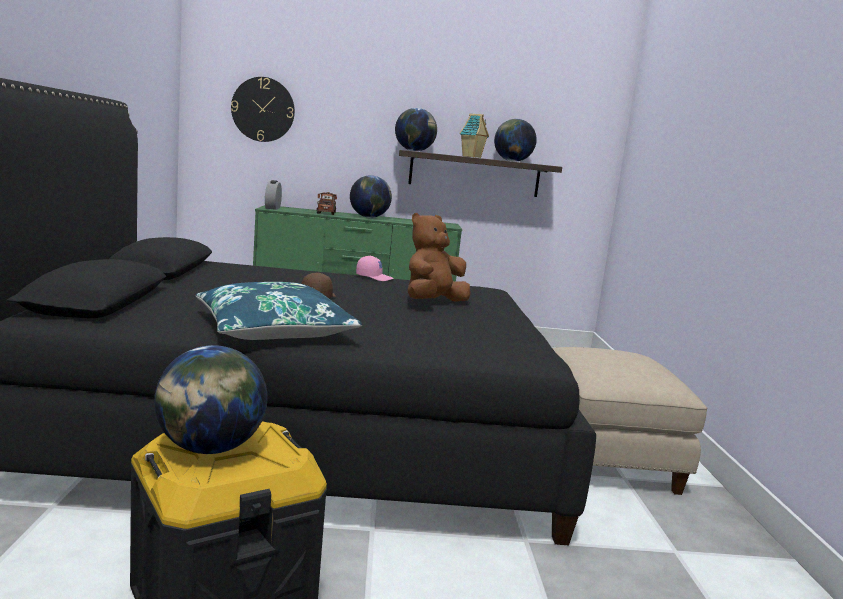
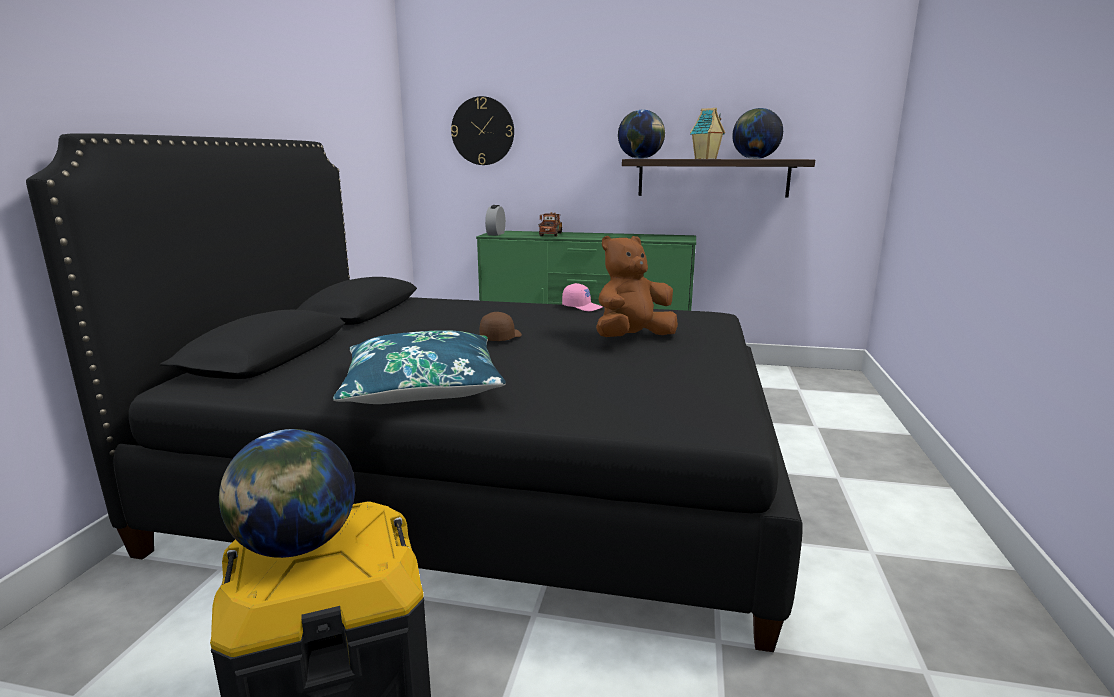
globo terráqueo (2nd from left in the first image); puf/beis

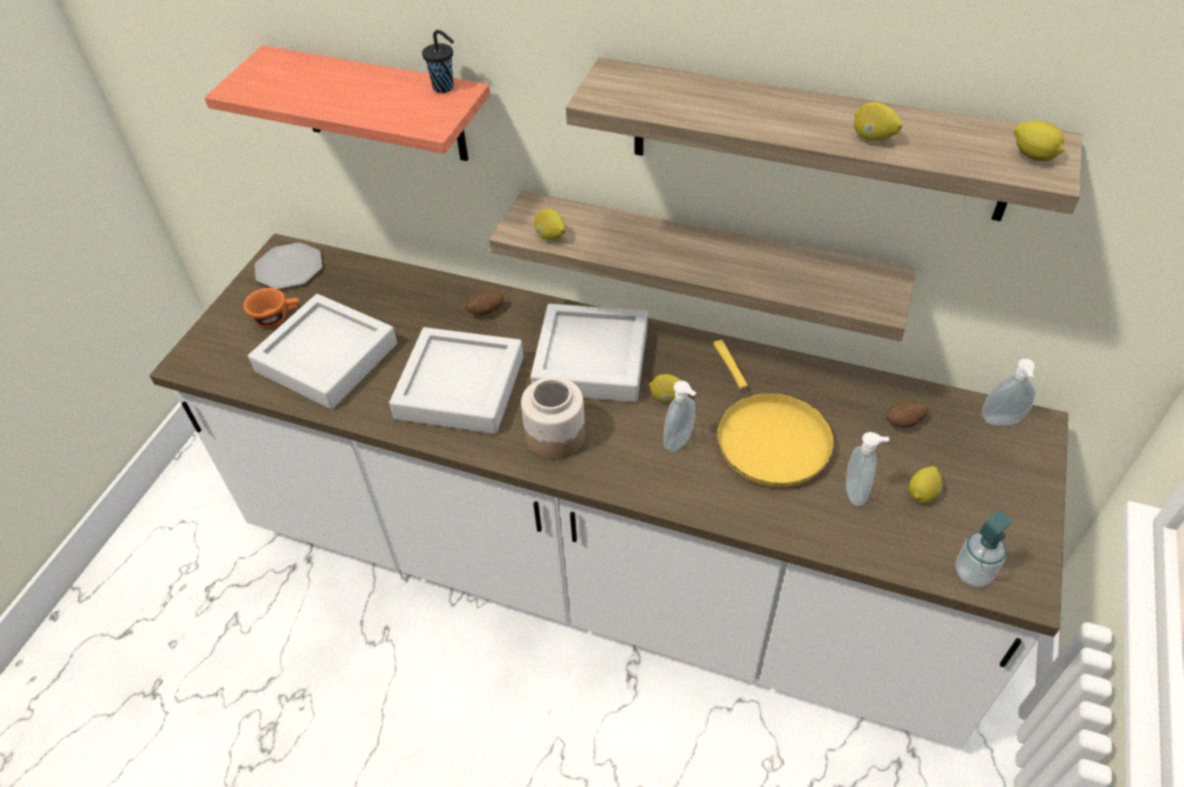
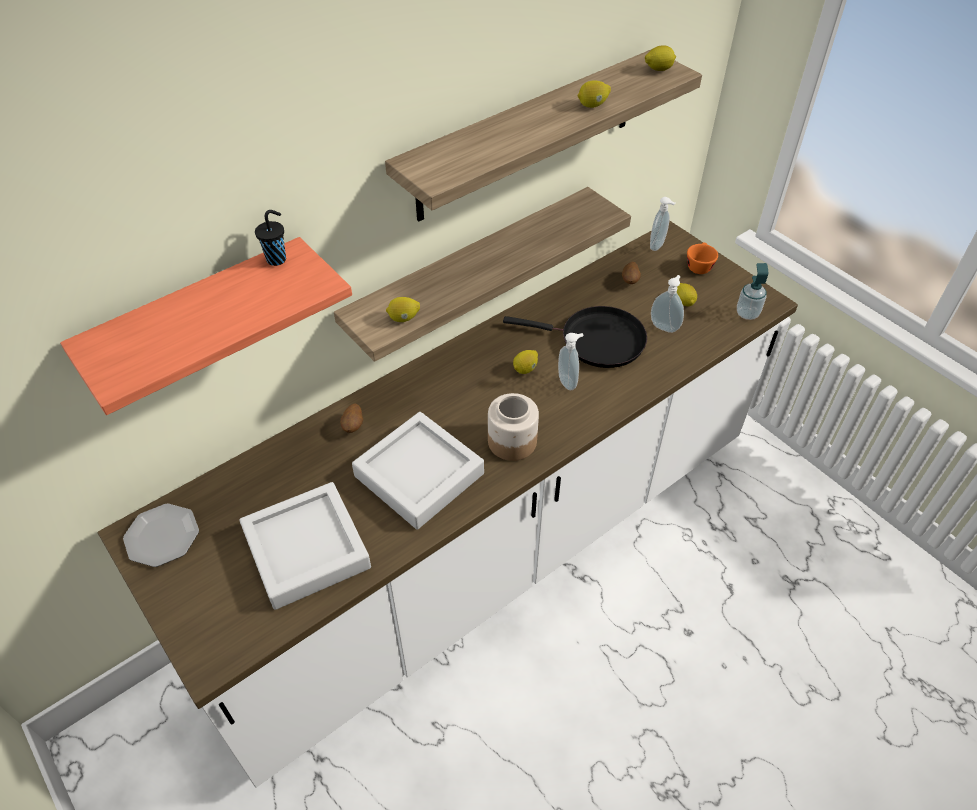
taza/naranja; bandeja/gris (3rd from left in the first image); sartén/negro

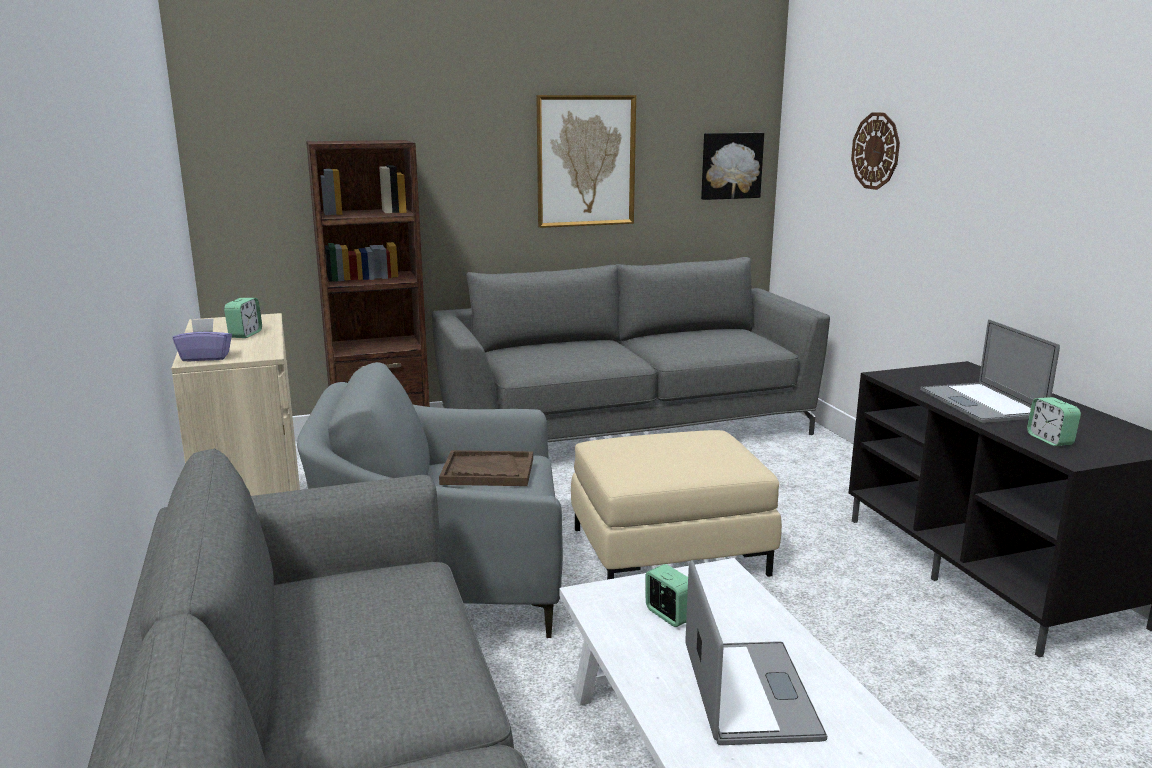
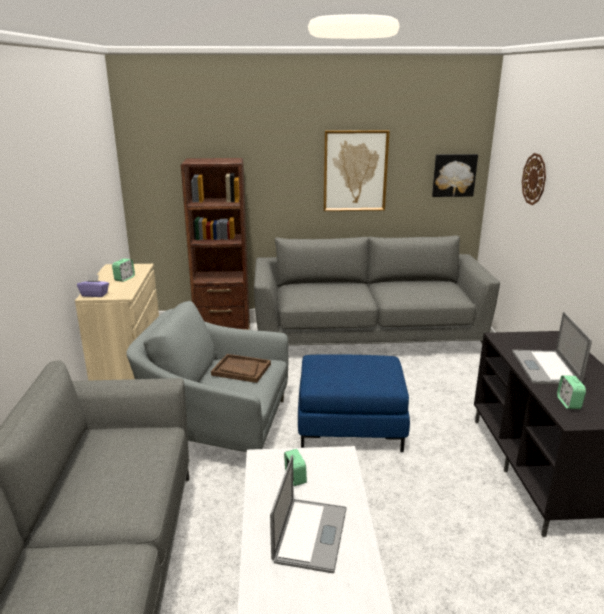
puf/azul

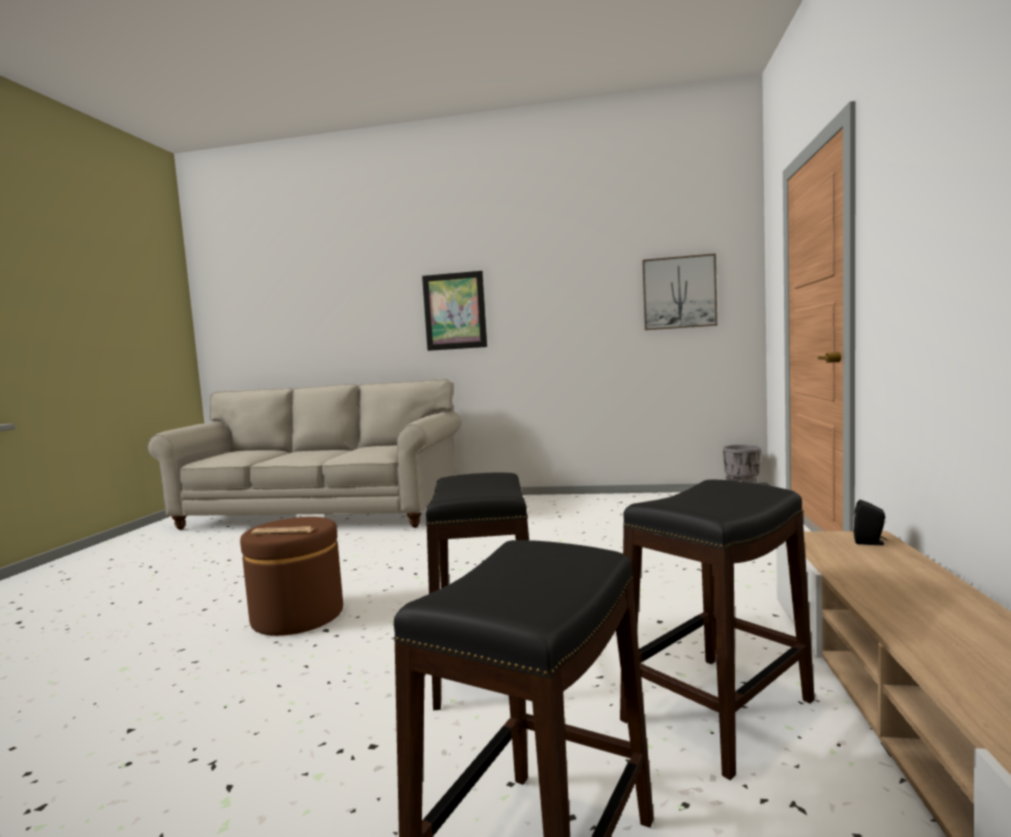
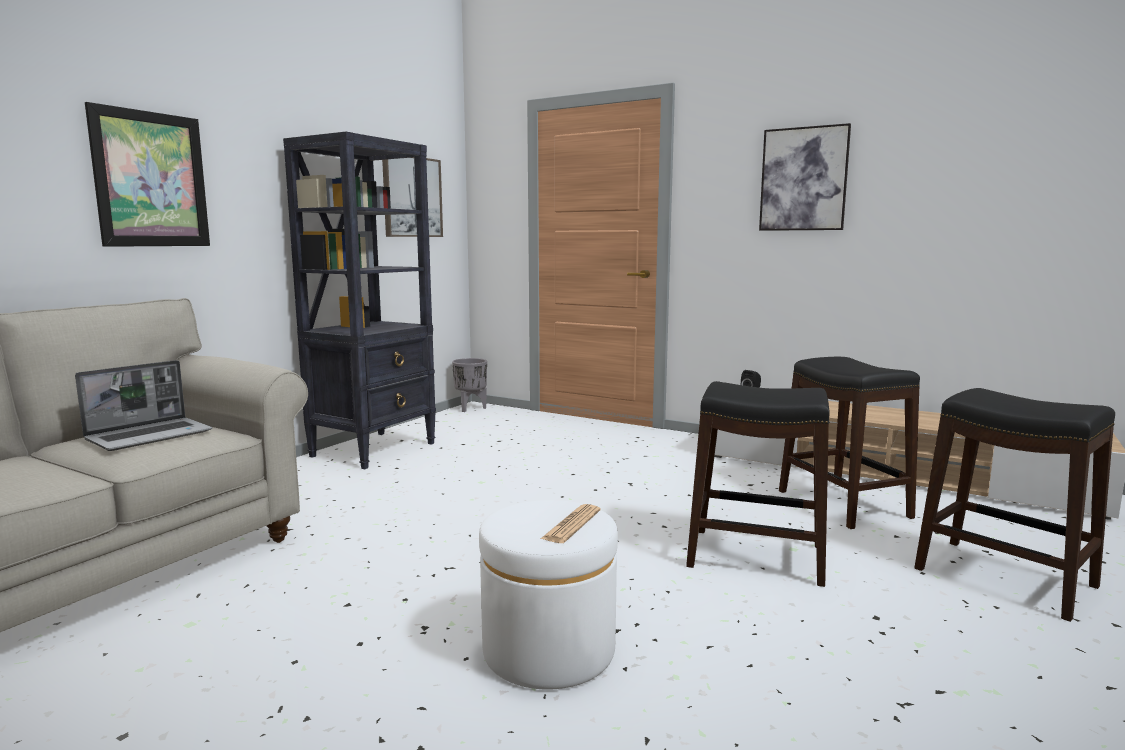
puf/blanco; portátil; estantería/negro; cuadro (3rd from left)

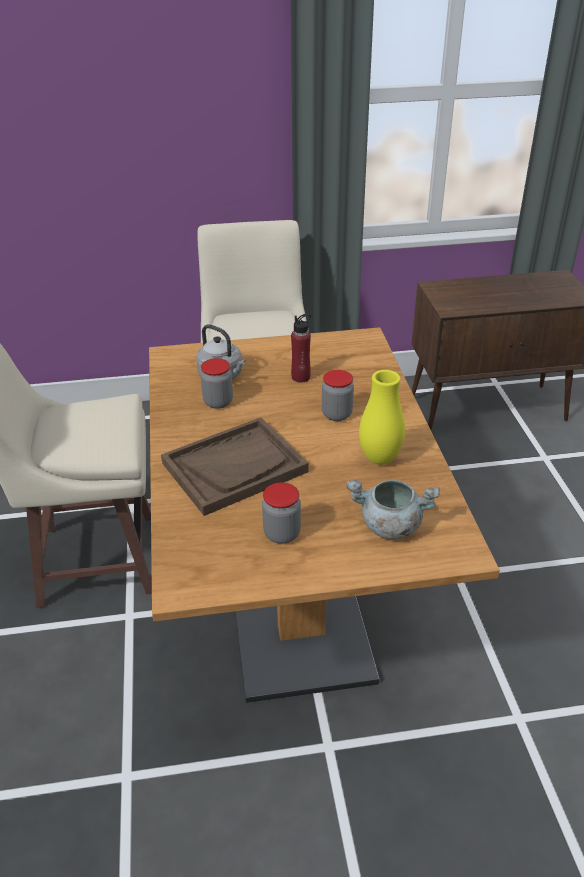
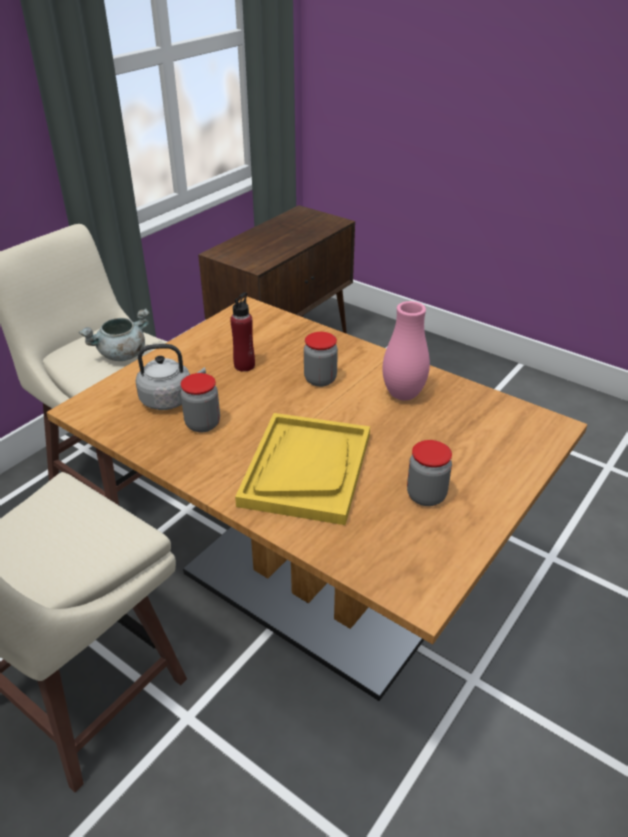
bandeja/amarillo; olla/gris; florero/rosa

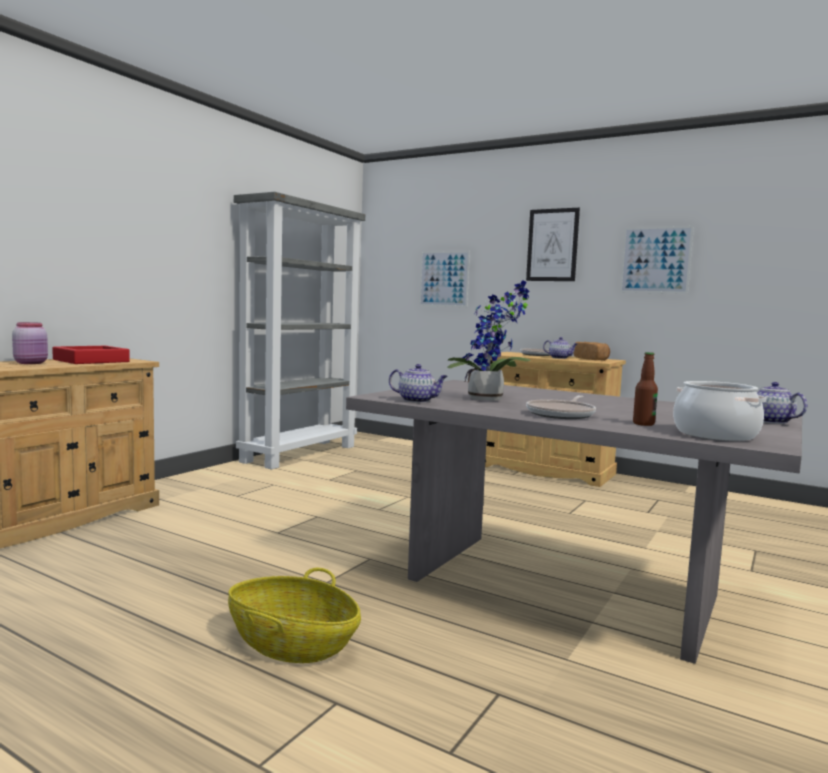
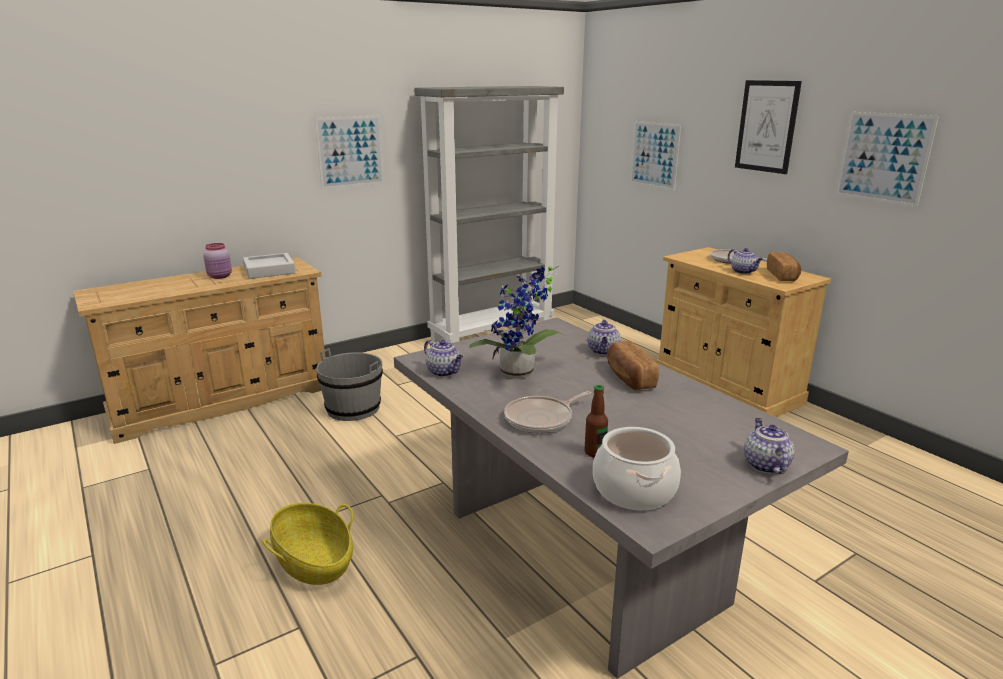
bandeja/gris; cuadro (1st from left); cubo/gris; tetera (2nd from left); pan (1st from left)

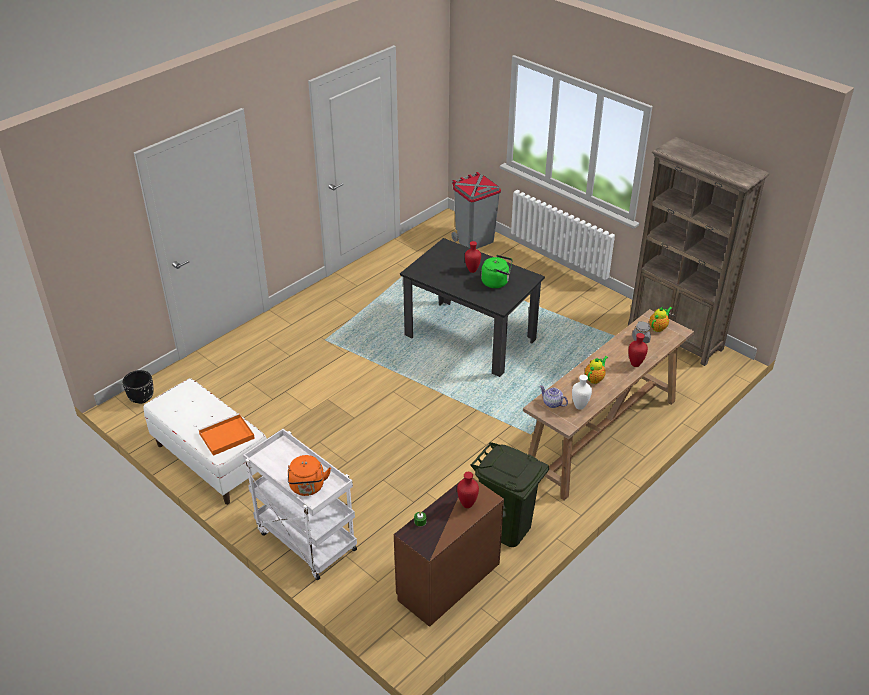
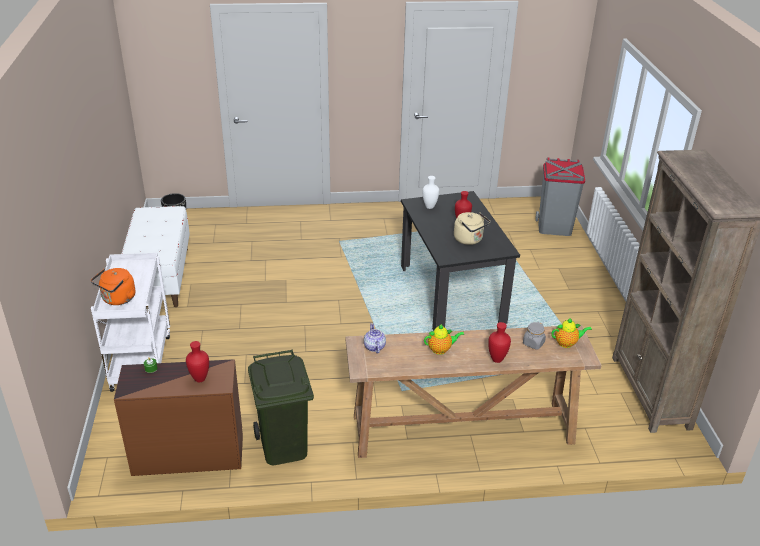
bandeja/naranja; hervidor/beis; florero/blanco

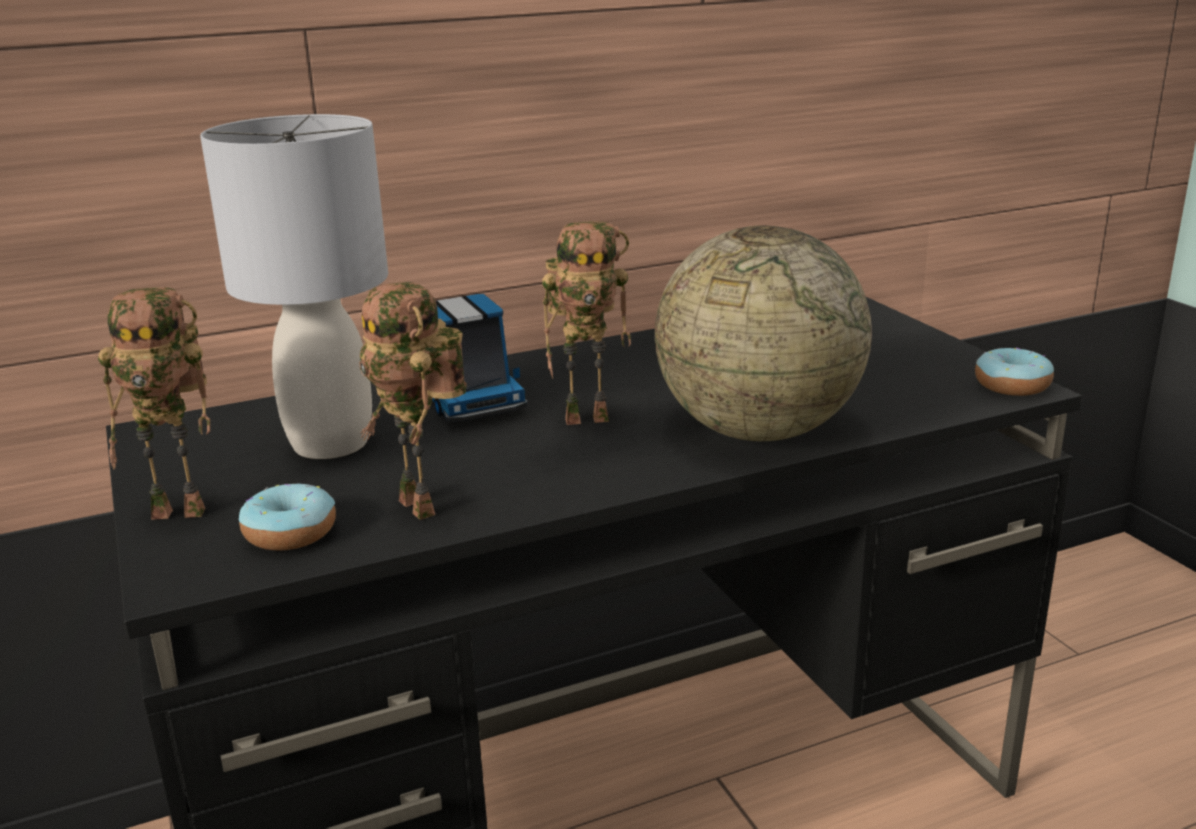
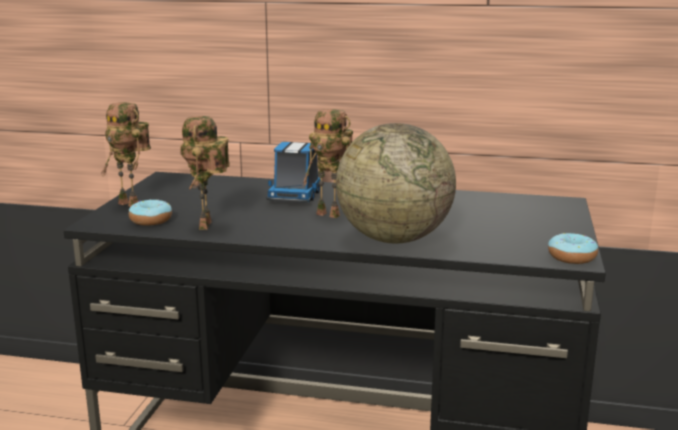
lámpara de mesa/gris

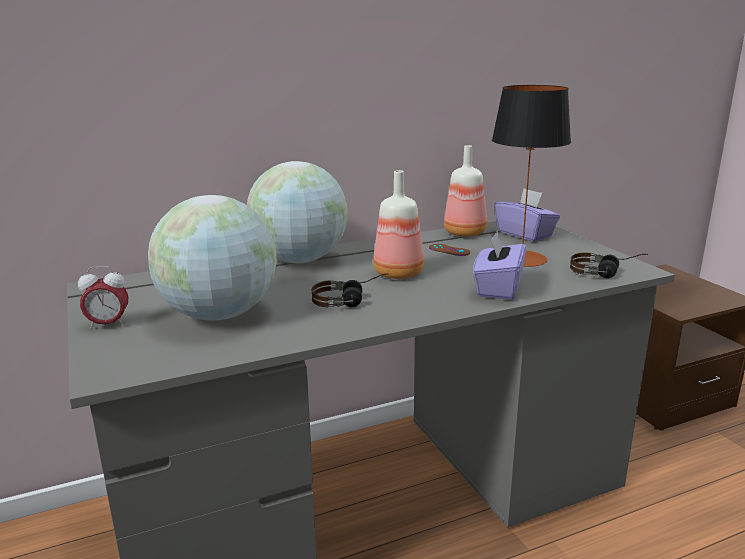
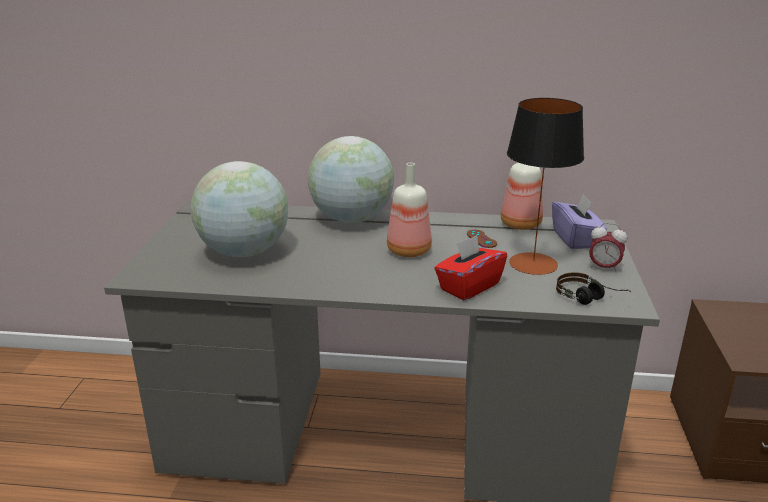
despertador; auriculares (1st from left in the first image); caja de pañuelos/rojo

